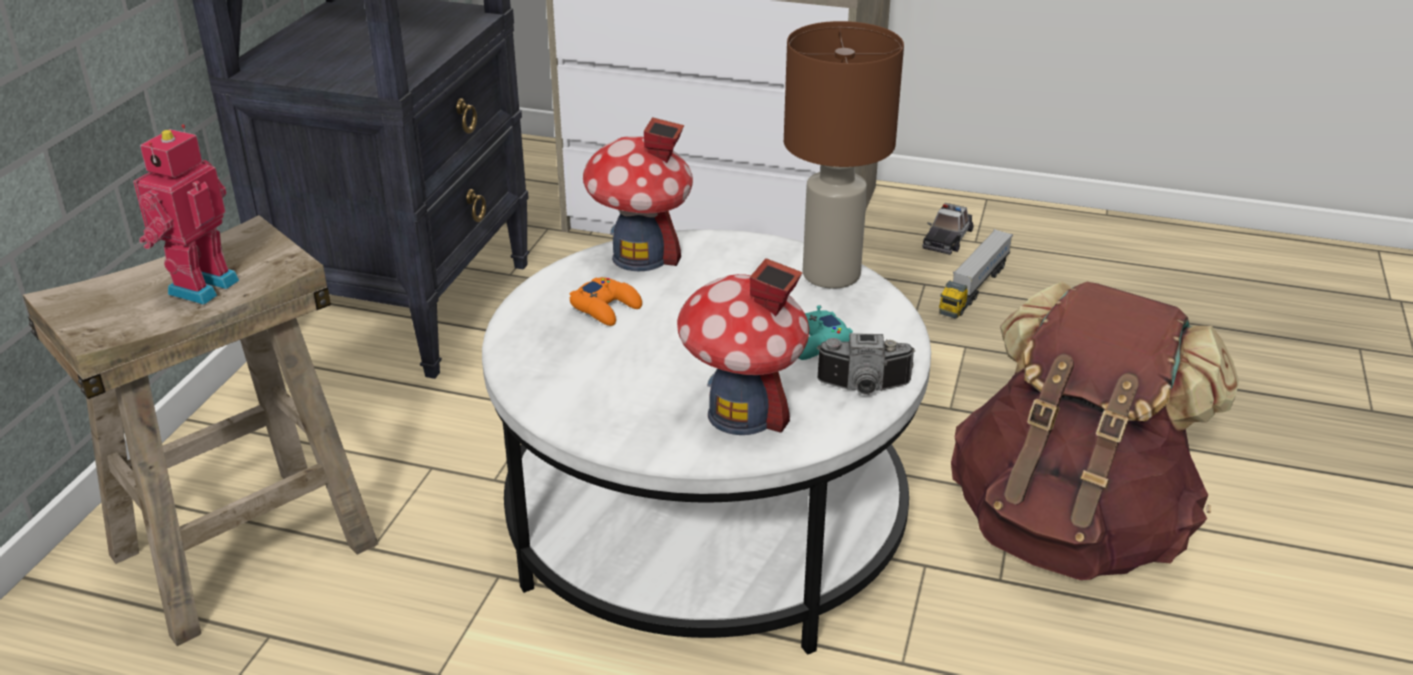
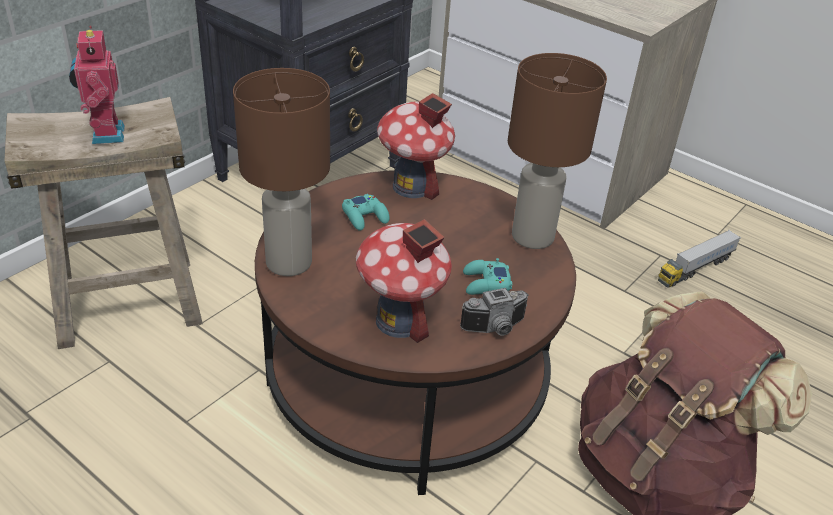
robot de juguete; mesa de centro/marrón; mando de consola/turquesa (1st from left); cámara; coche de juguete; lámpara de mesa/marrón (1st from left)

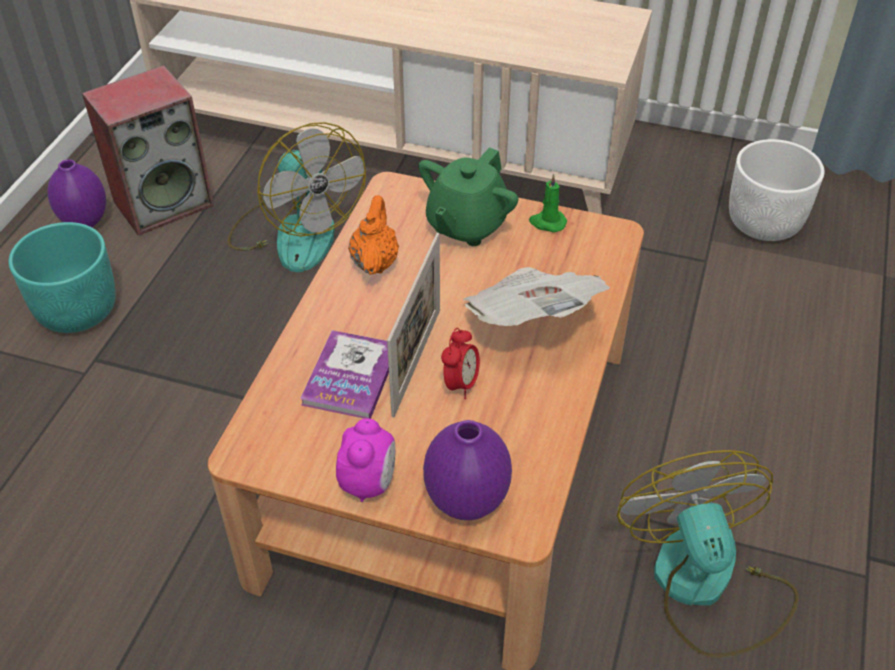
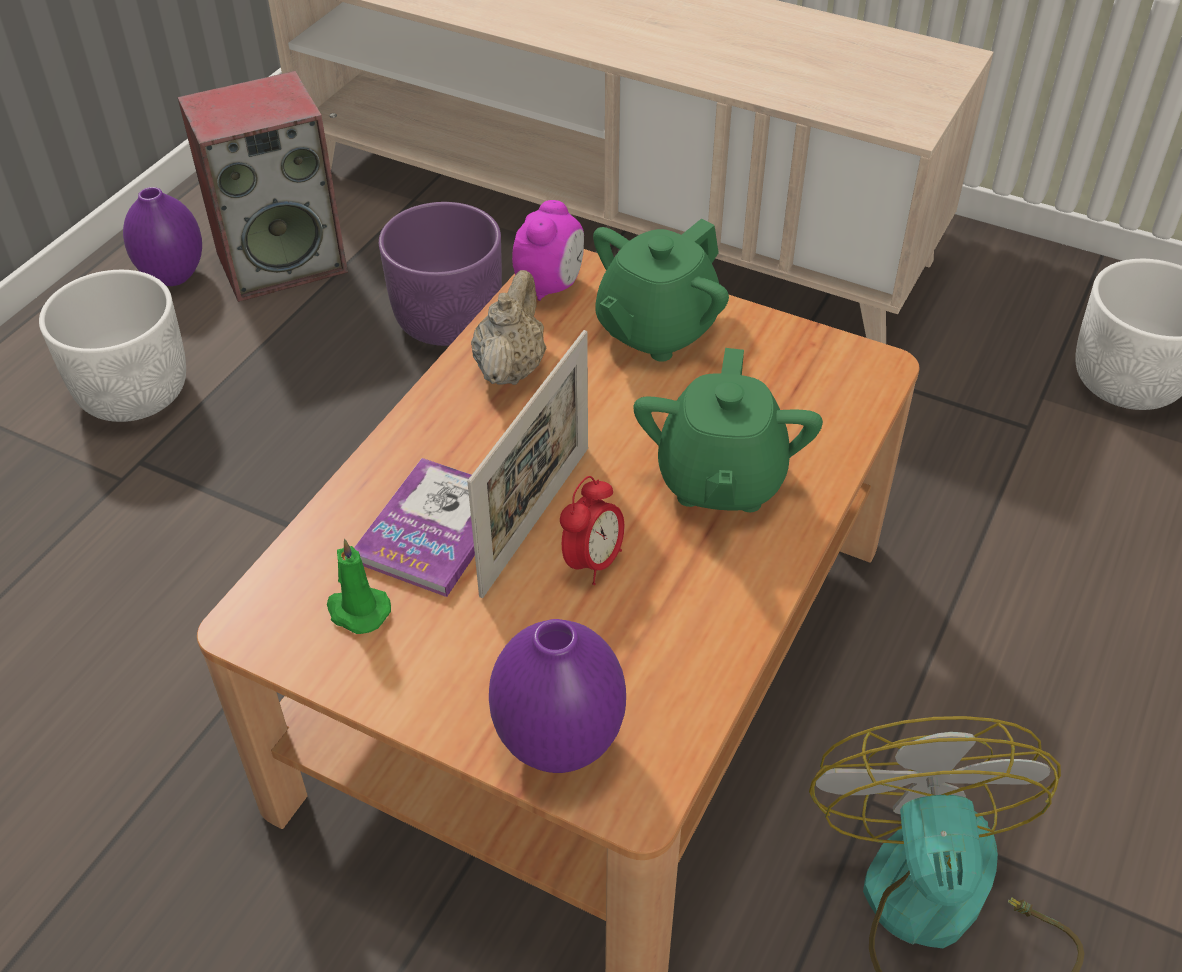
maceta/blanco (1st from left); maceta/morado; despertador (1st from left); tetera/beis; tetera/verde (2nd from left); vela/verde

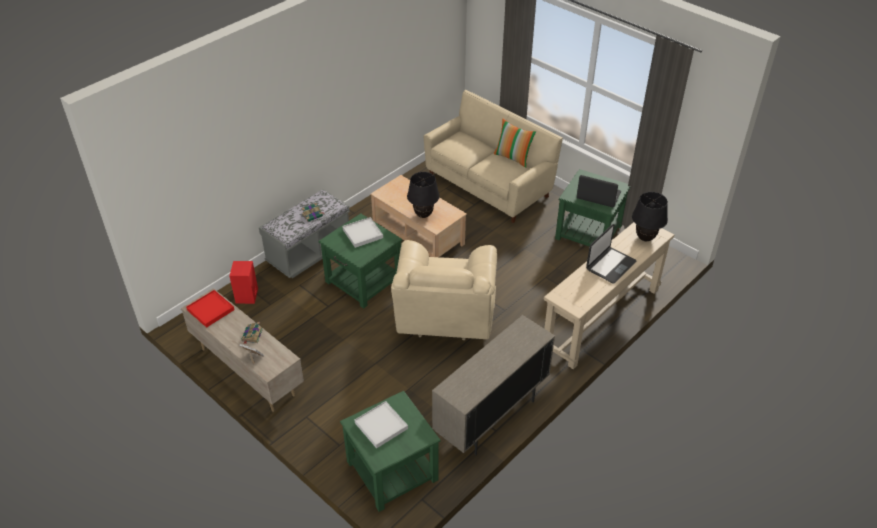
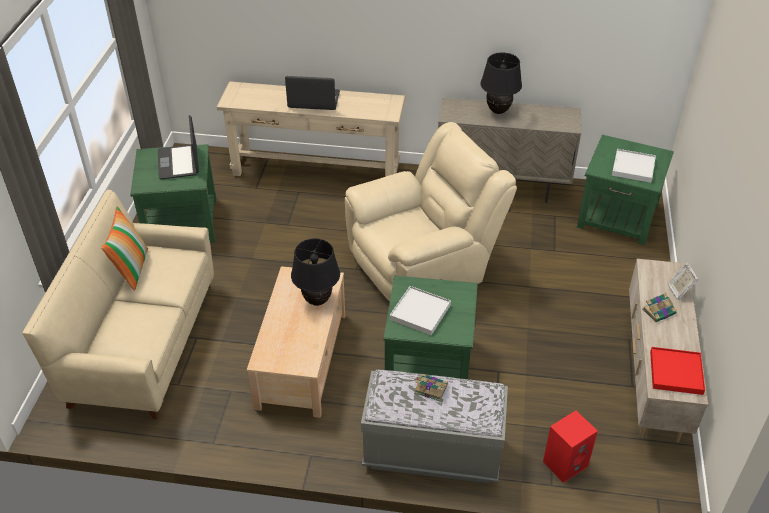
lámpara de mesa/negro (2nd from left)

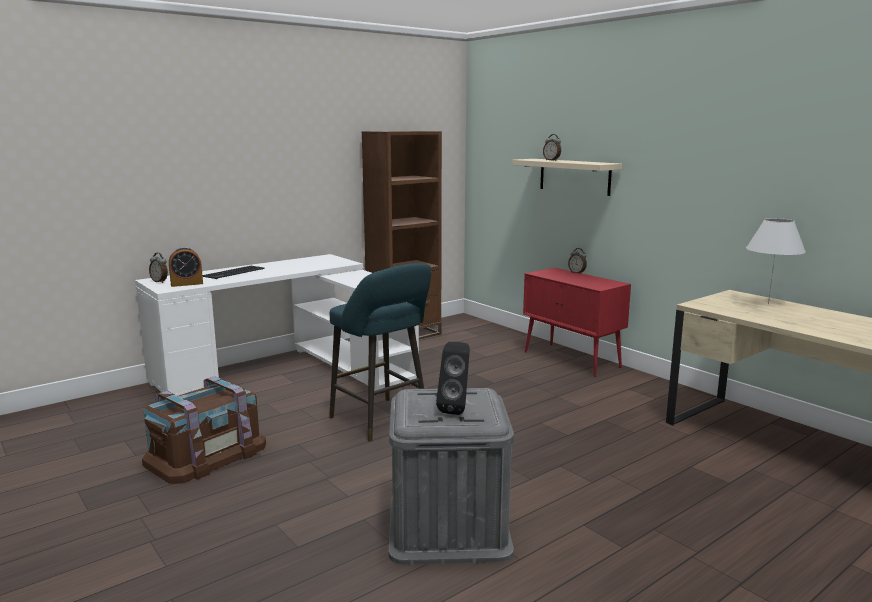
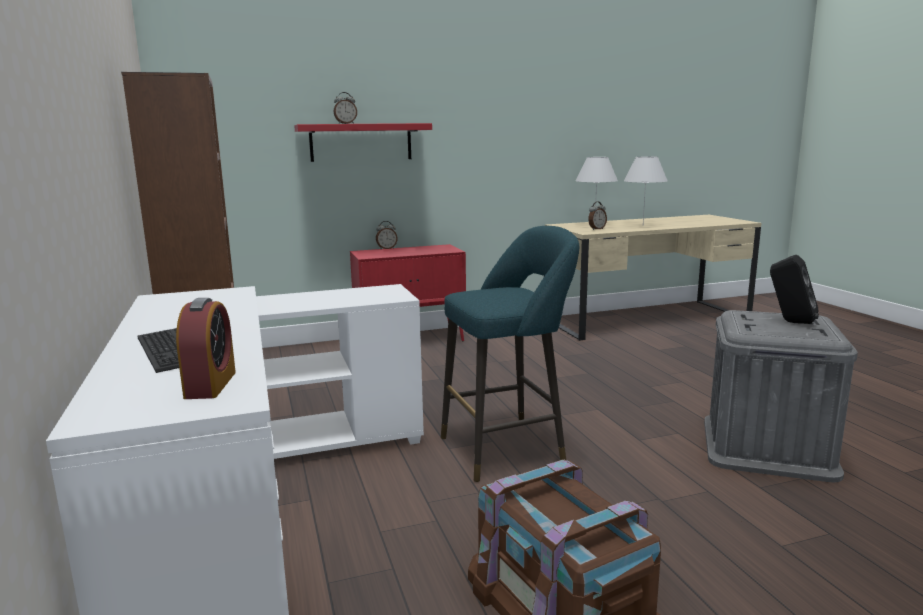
despertador (4th from left); estante/rojo; lámpara de mesa/blanco (2nd from left)

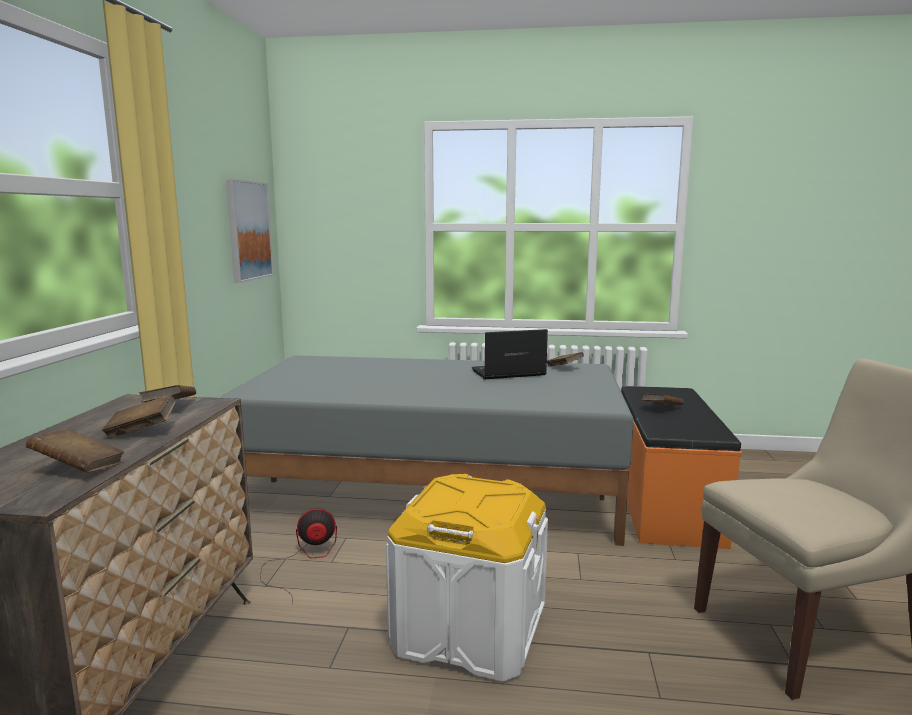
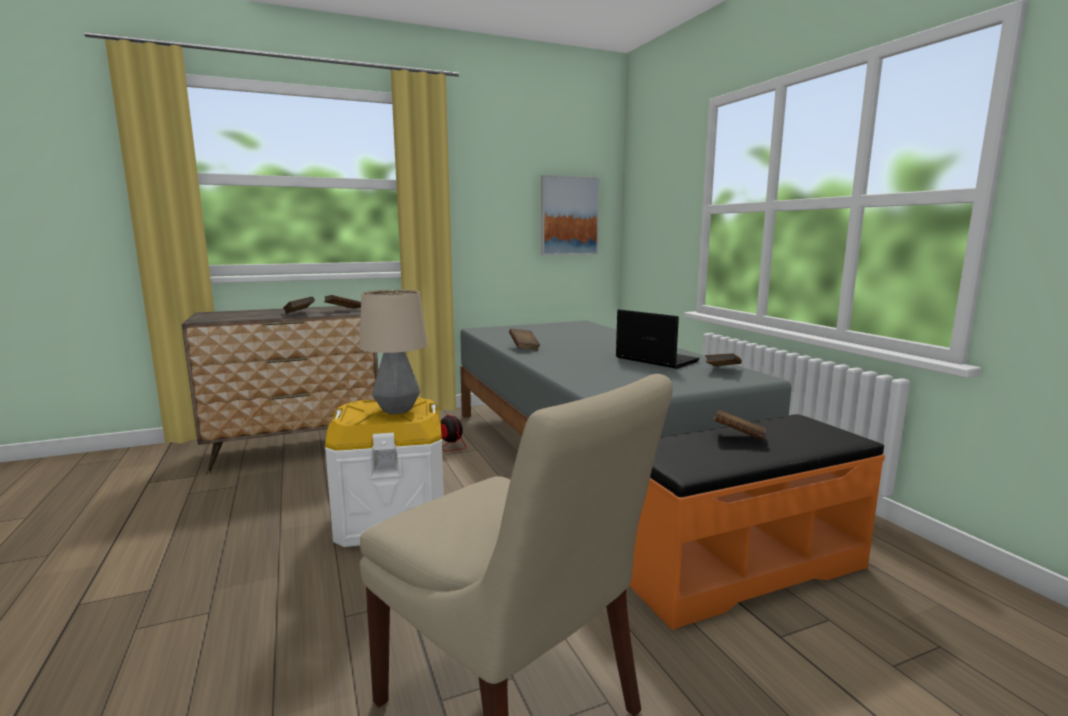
libro/marrón (3rd from left); lámpara de mesa

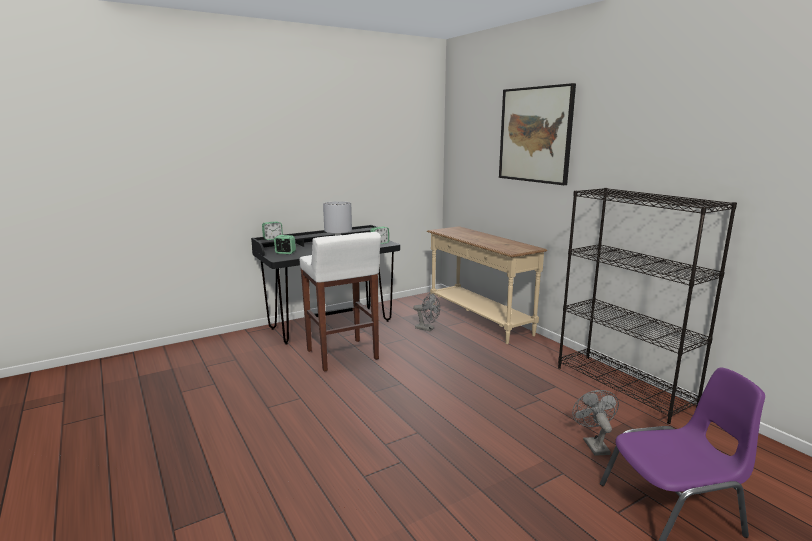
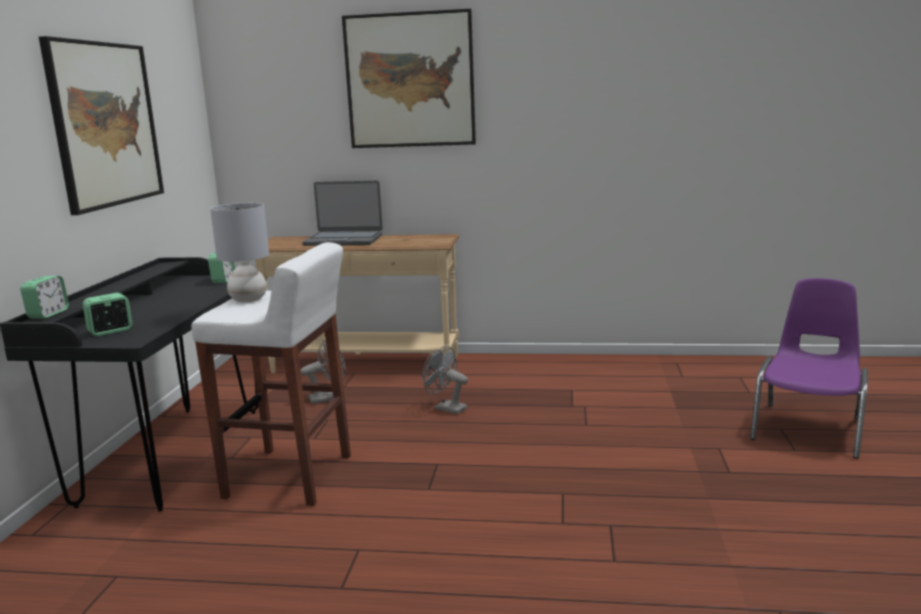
estantería/negro; ventilador/gris (2nd from left); cuadro (1st from left); portátil

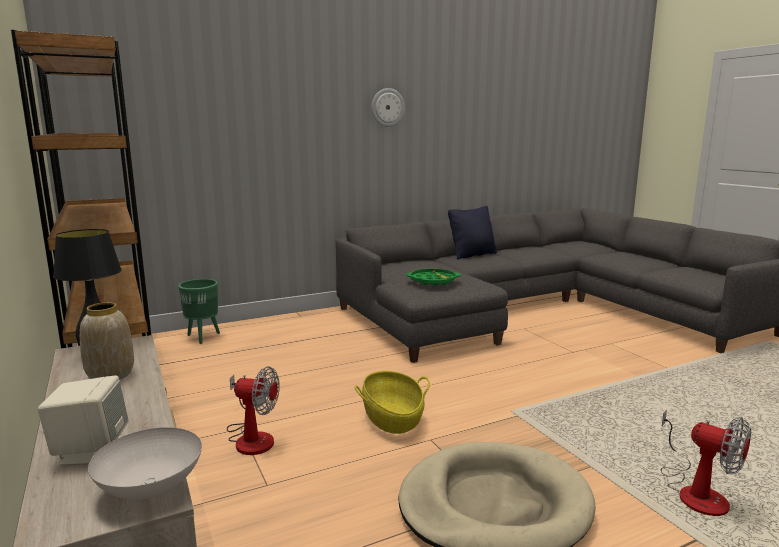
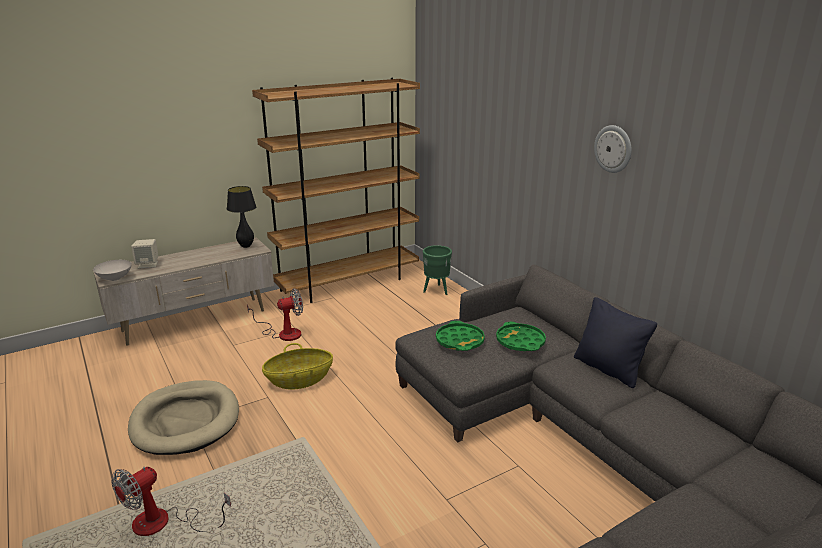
florero; ventilador (2nd from left); bandeja/verde (2nd from left)

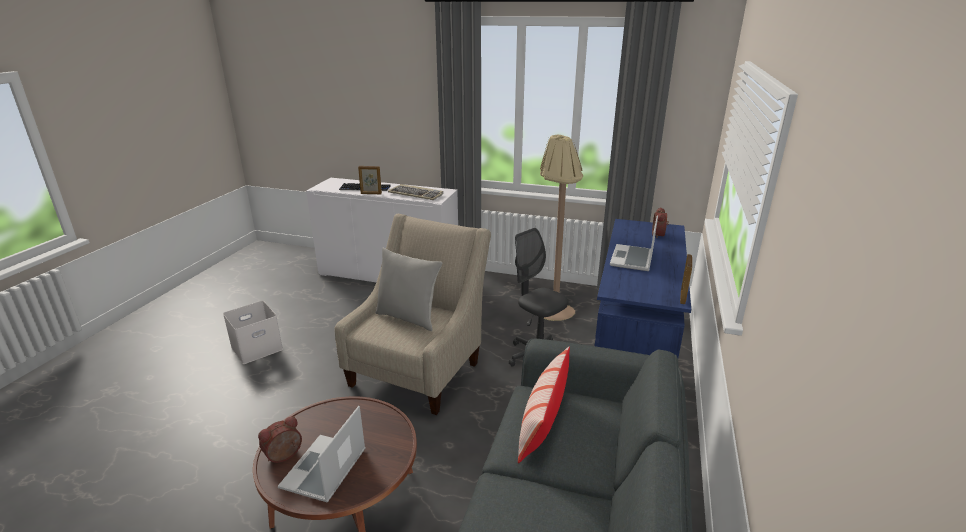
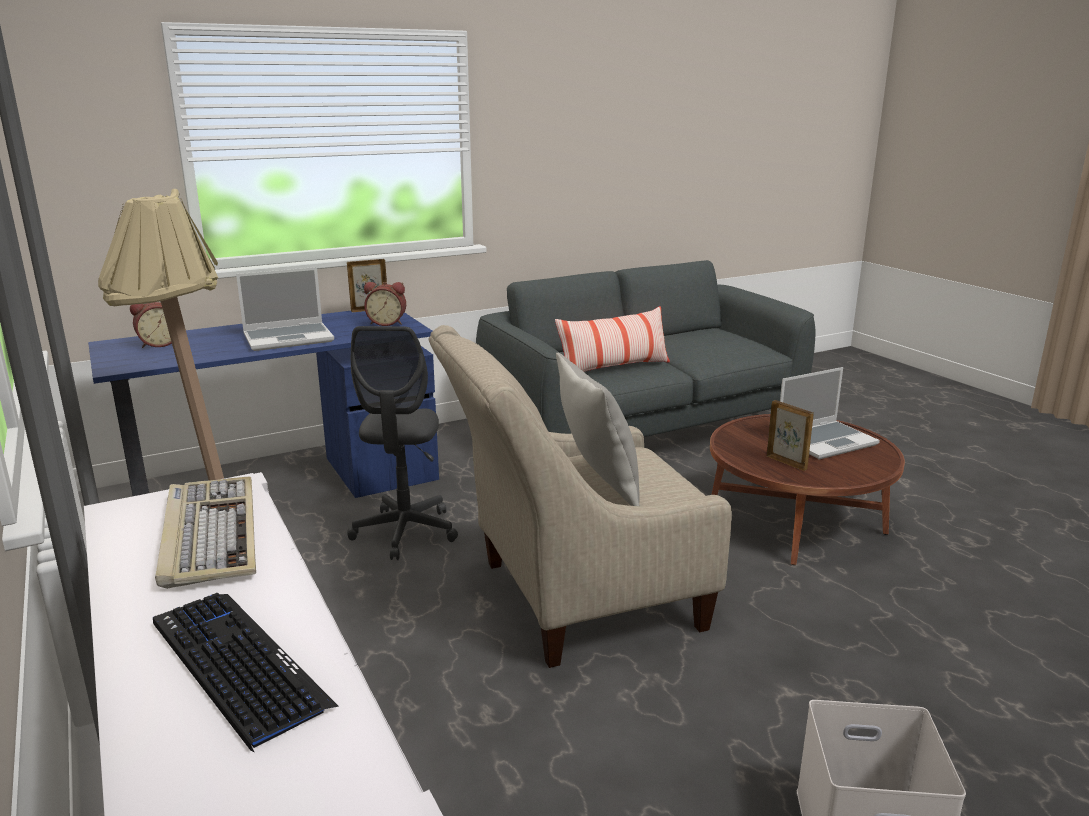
despertador (2nd from left); portarretratos (2nd from left)

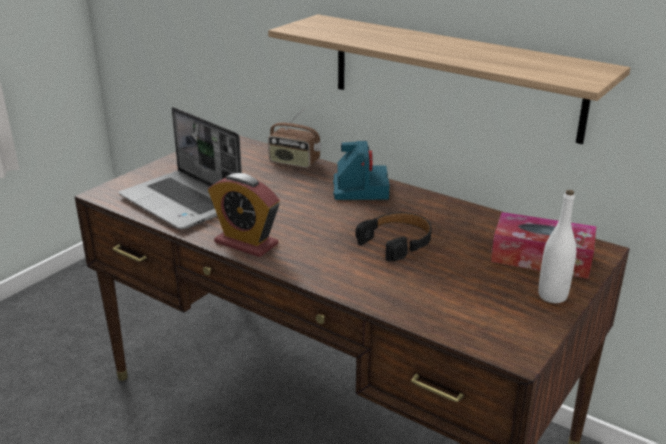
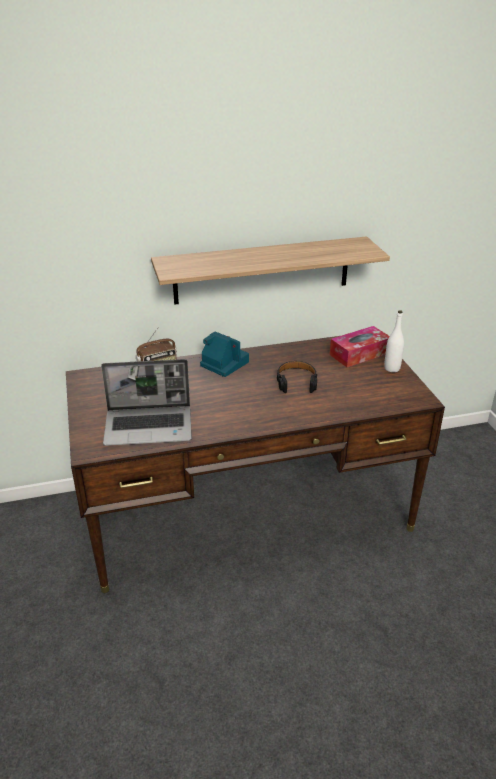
despertador

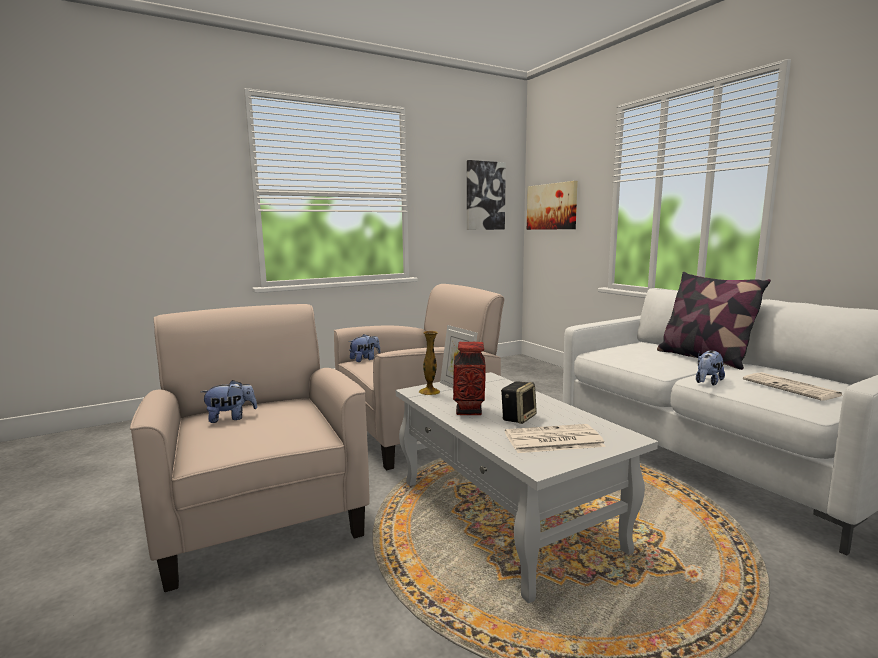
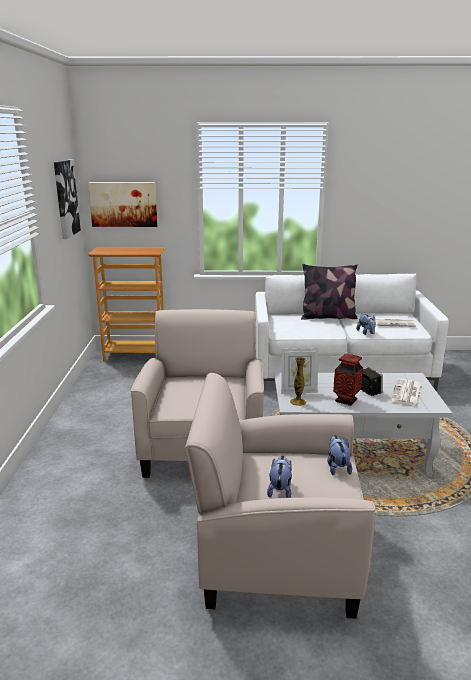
peluche (2nd from left); estantería

